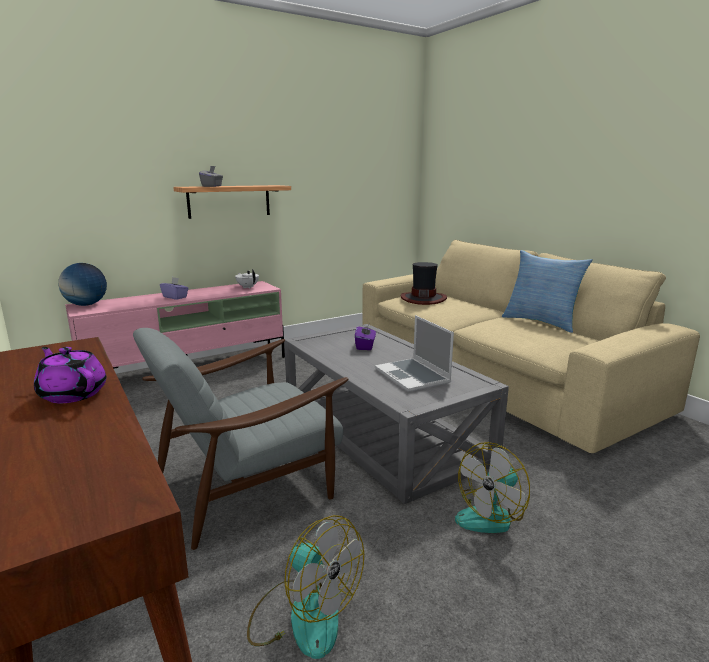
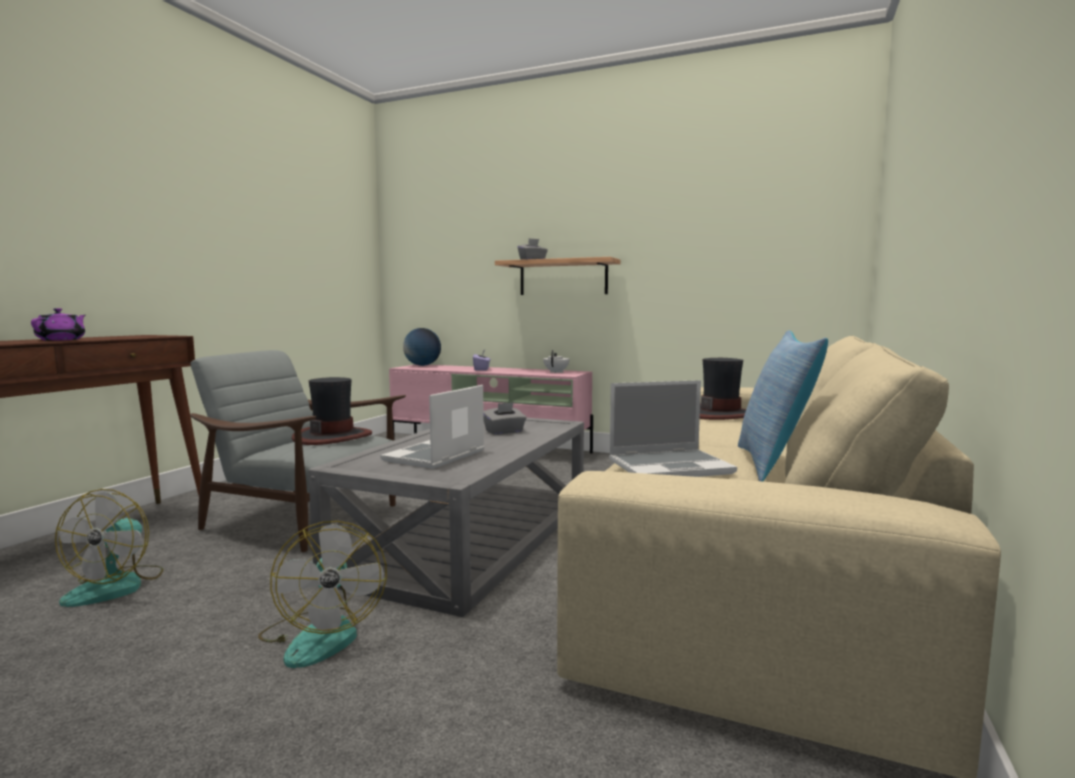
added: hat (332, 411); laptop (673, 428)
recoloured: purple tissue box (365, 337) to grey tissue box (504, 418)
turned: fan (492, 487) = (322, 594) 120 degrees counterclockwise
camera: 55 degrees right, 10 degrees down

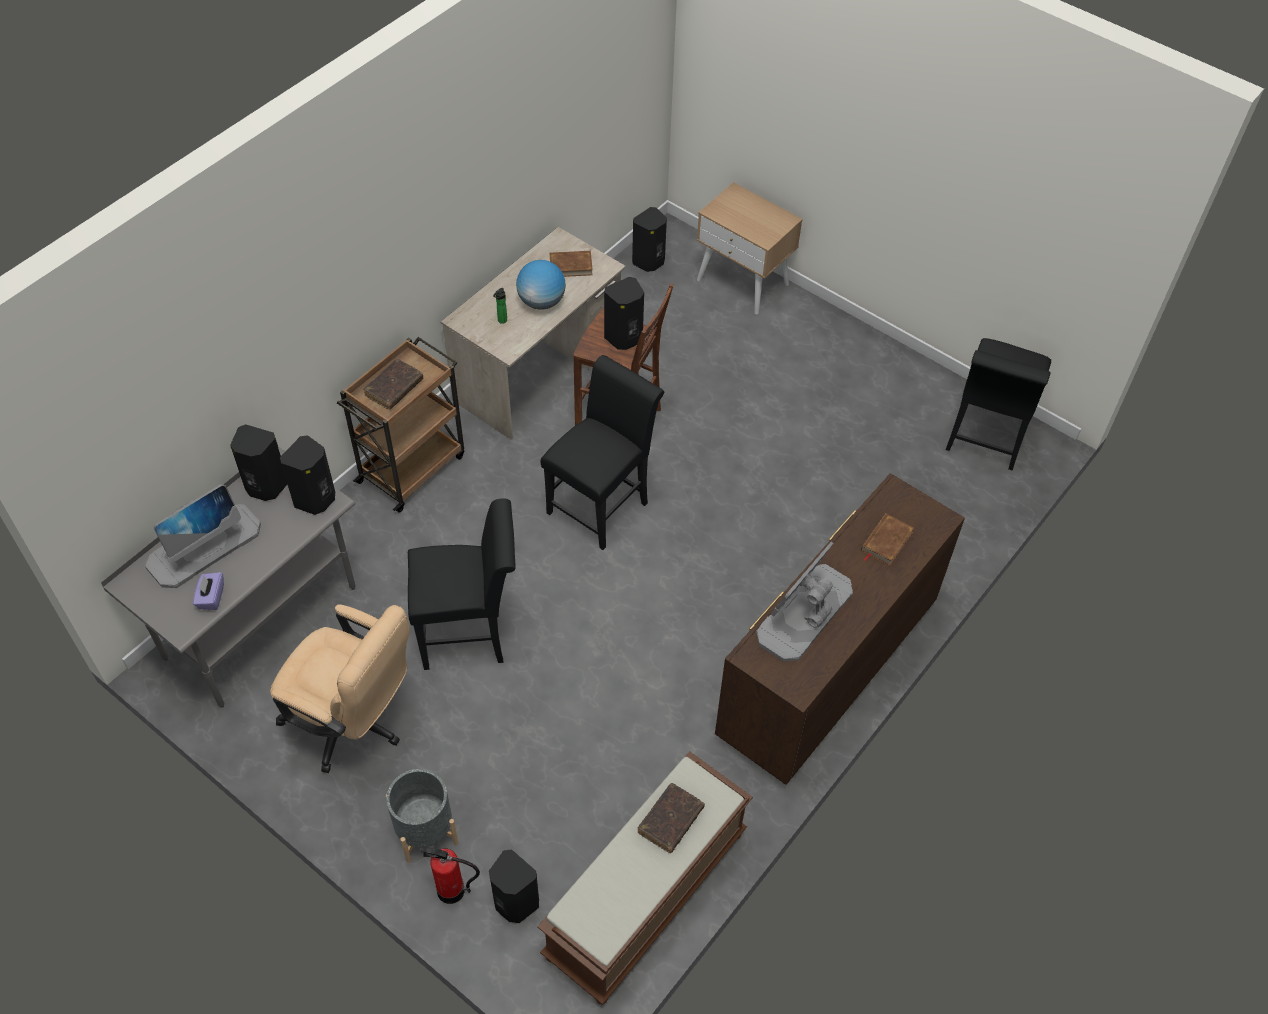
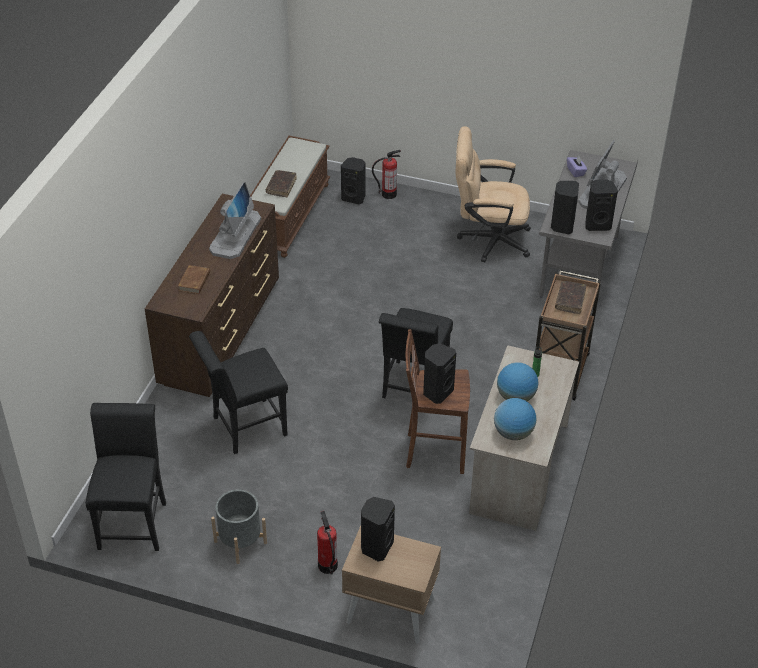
added: fire extinguisher (327, 543)
moved: grey planter (422, 816) to (239, 526); black chair (462, 584) to (238, 392); black speaker (649, 239) to (378, 529)
replaced: brown book (571, 264) to globe (515, 419)
camera: 160 degrees right, 10 degrees down

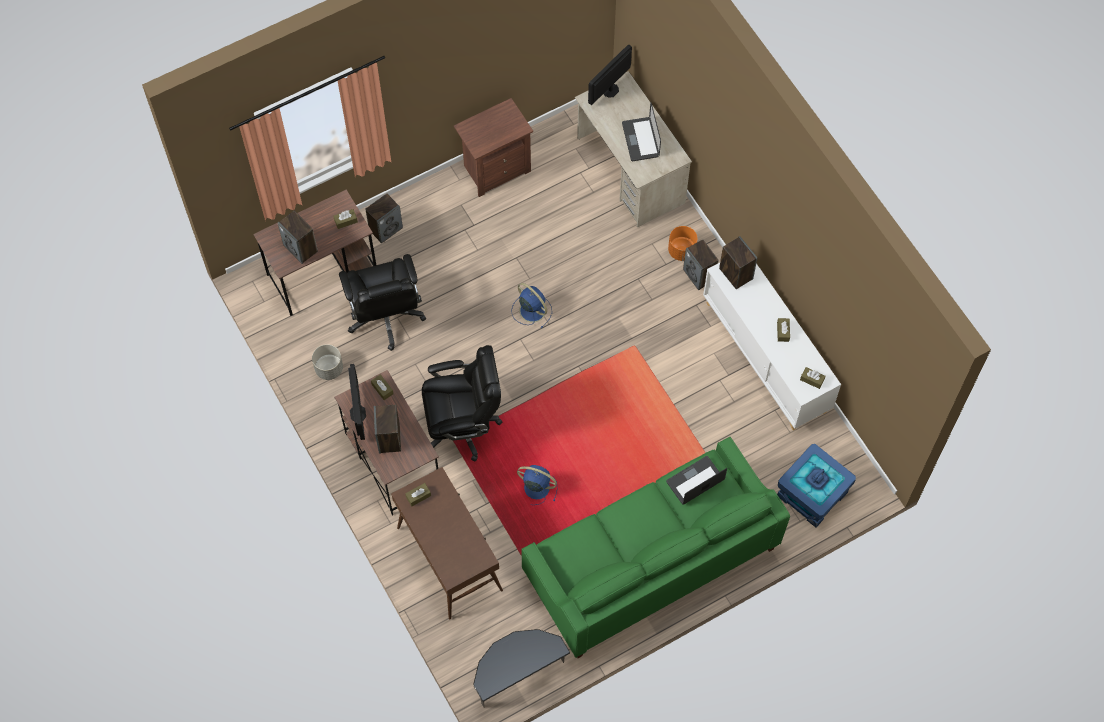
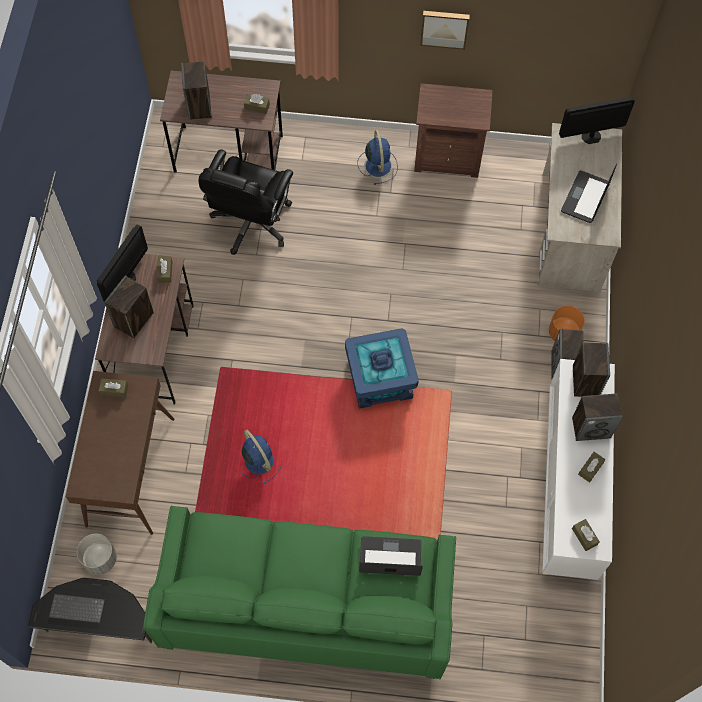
removed: black office chair (462, 403)
added: keyboard (77, 608); picture (445, 30)
moved: grey planter (327, 362) to (97, 554); speaker (384, 218) to (597, 417); blue fan (531, 305) to (377, 157); blue storage box (816, 486) to (382, 368)
camera: 35 degrees right, 0 degrees up

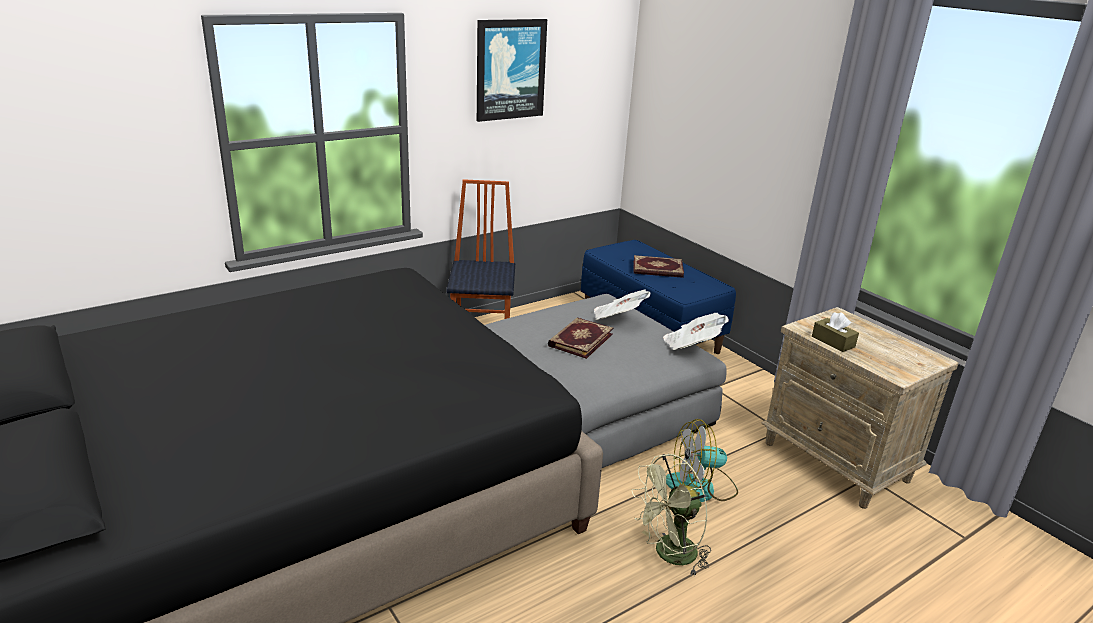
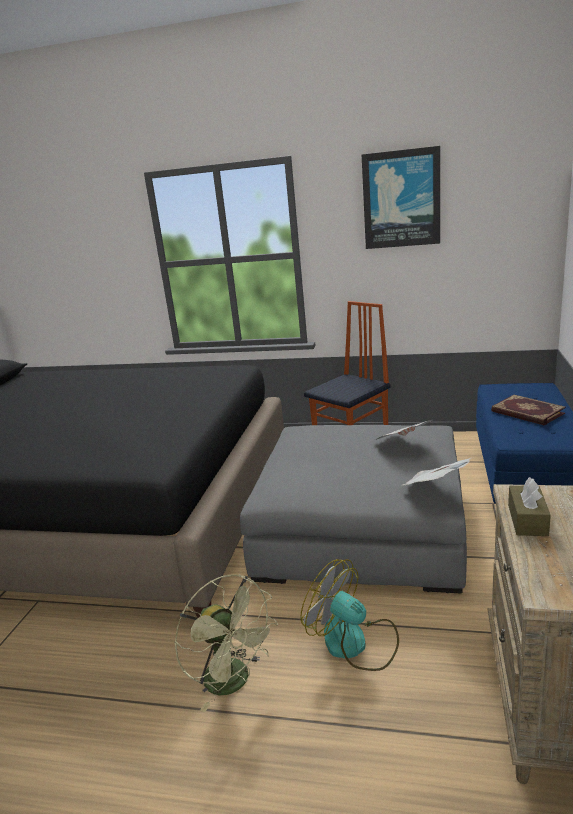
removed: book (580, 338)
turned: green fan (671, 515) = (226, 643) 150 degrees counterclockwise
camera: 50 degrees right, 5 degrees down

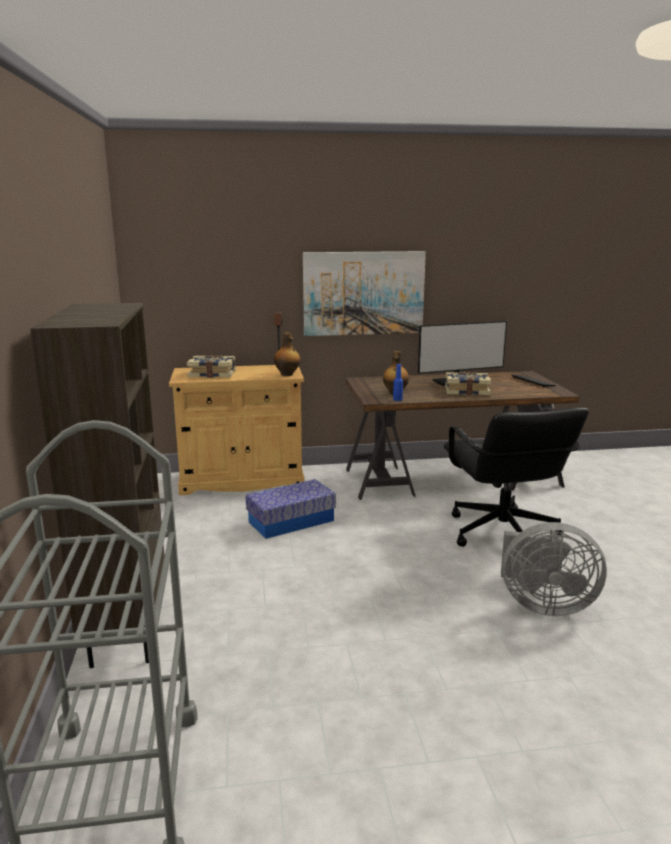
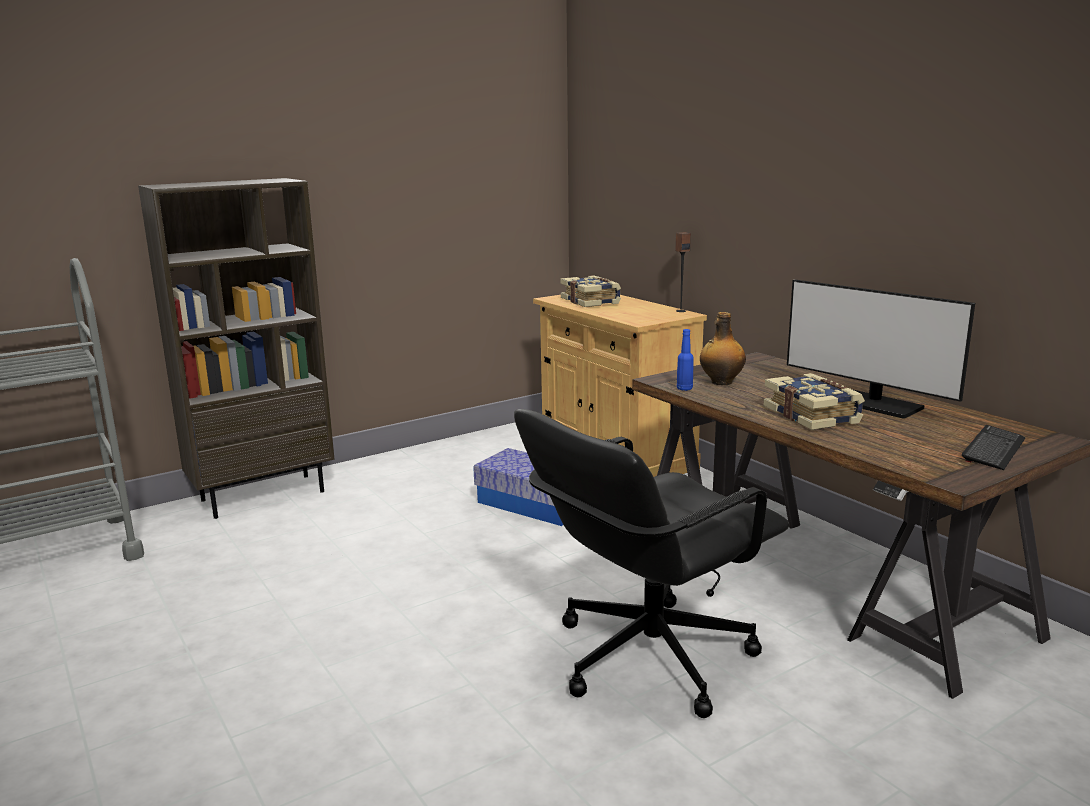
removed: bottle (287, 354); picture (364, 293); grey fan (554, 569)
camera: 65 degrees right, 0 degrees up

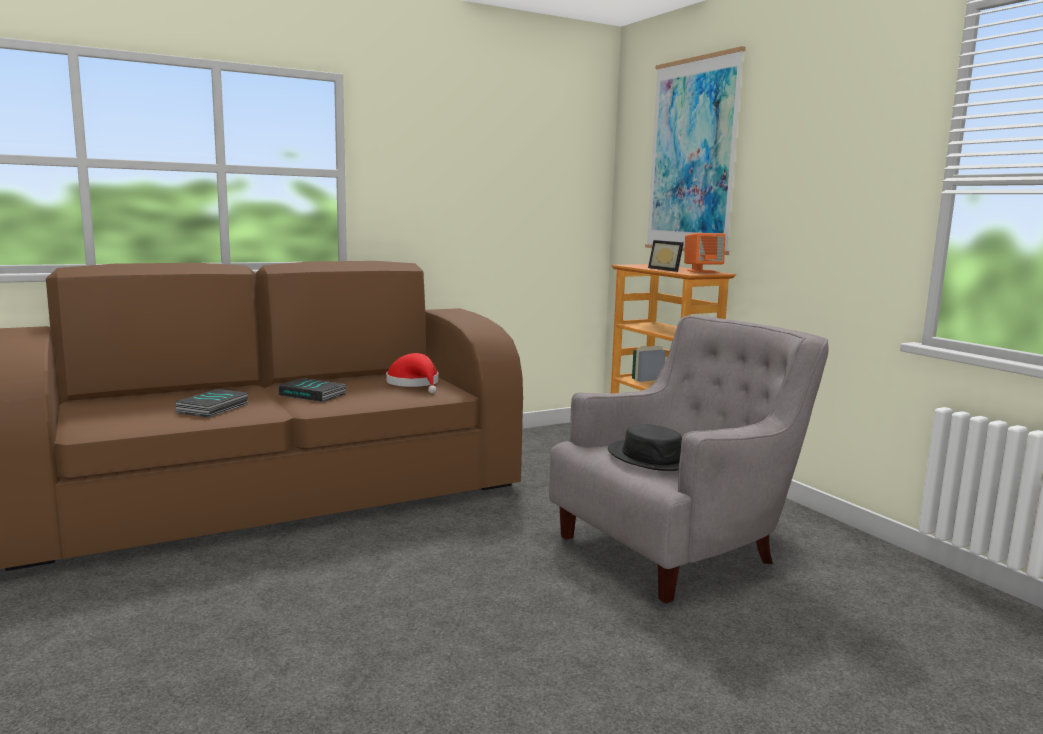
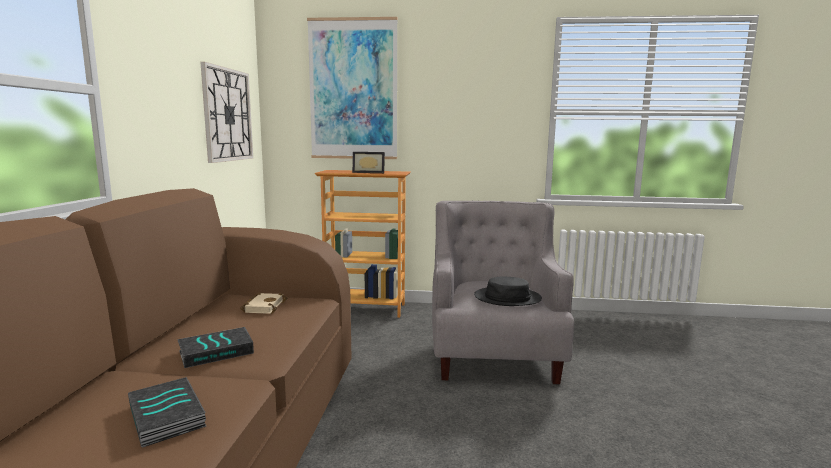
removed: orange speaker (704, 253)
added: wall clock (226, 112)
replaced: red hat (412, 373) to beige book (263, 303)
camera: 55 degrees left, 0 degrees up

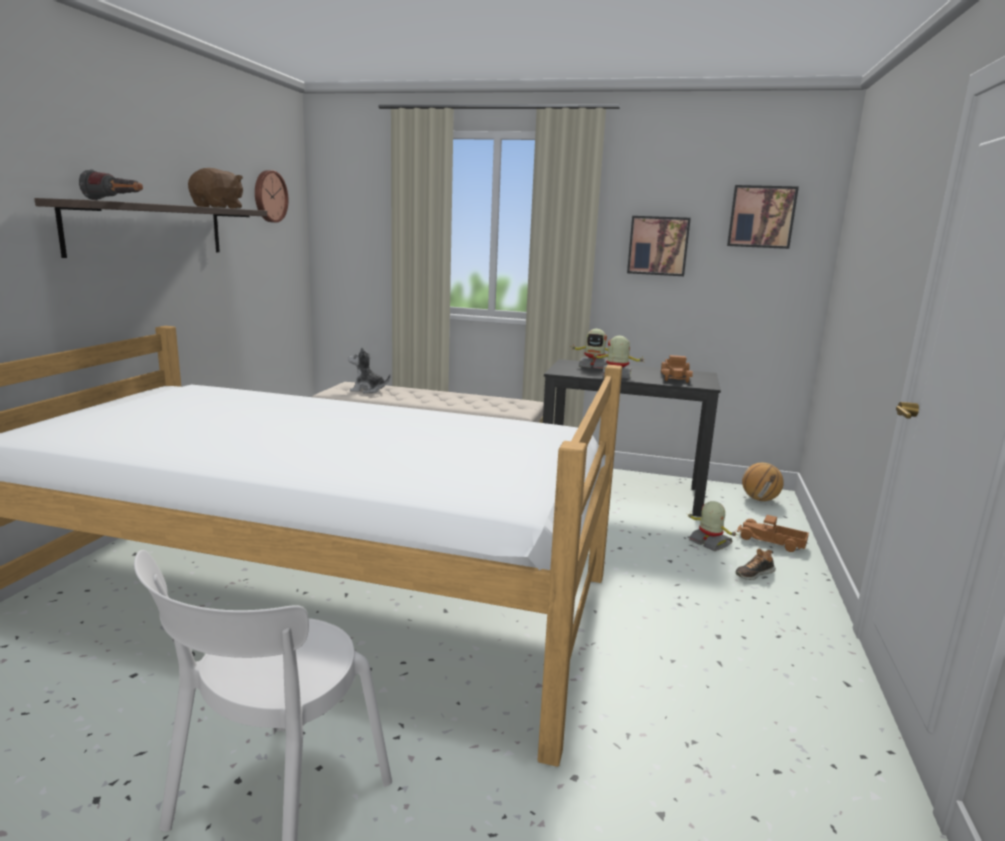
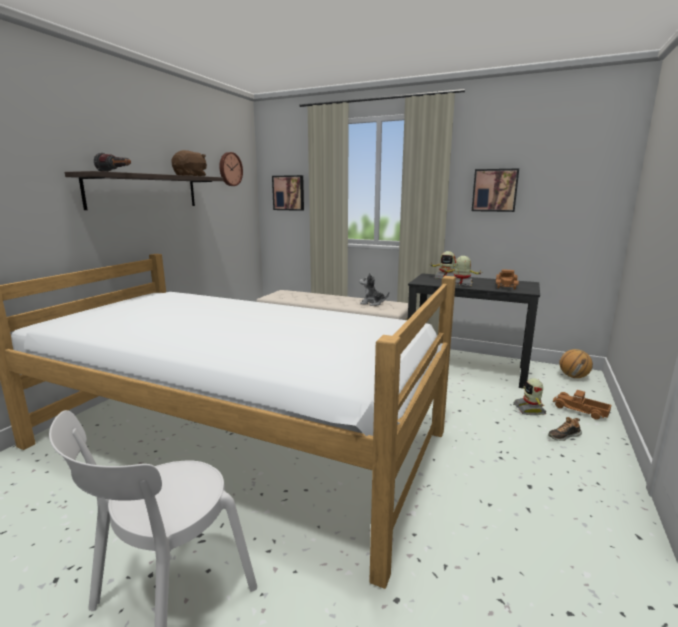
moved: plush toy (369, 370) to (374, 289); picture (763, 217) to (288, 193)
turned: toy robot (711, 526) = (530, 396) 150 degrees counterclockwise
camera: 10 degrees right, 0 degrees up

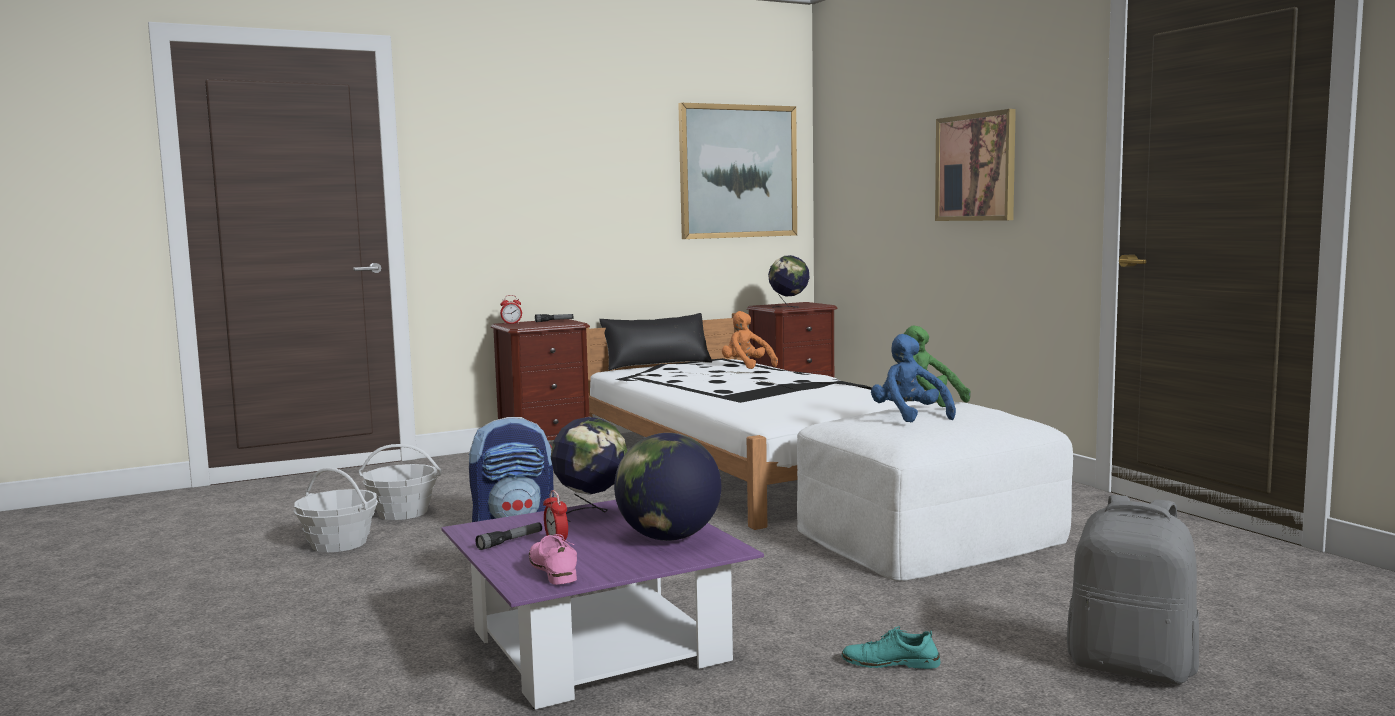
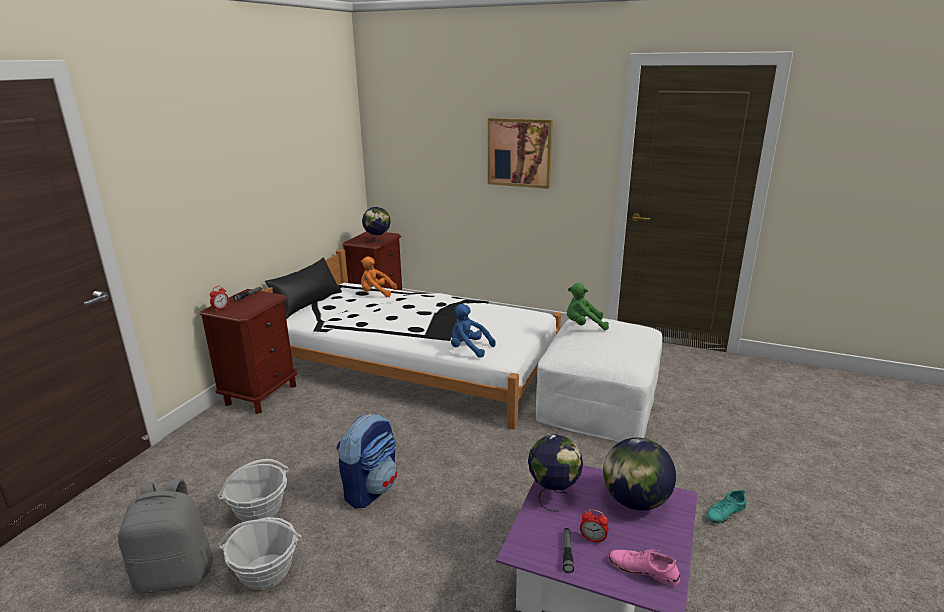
removed: picture (737, 171)
moved: blue plush toy (913, 378) to (473, 331); grey backpack (1133, 589) to (165, 536)
camera: 40 degrees left, 15 degrees up

